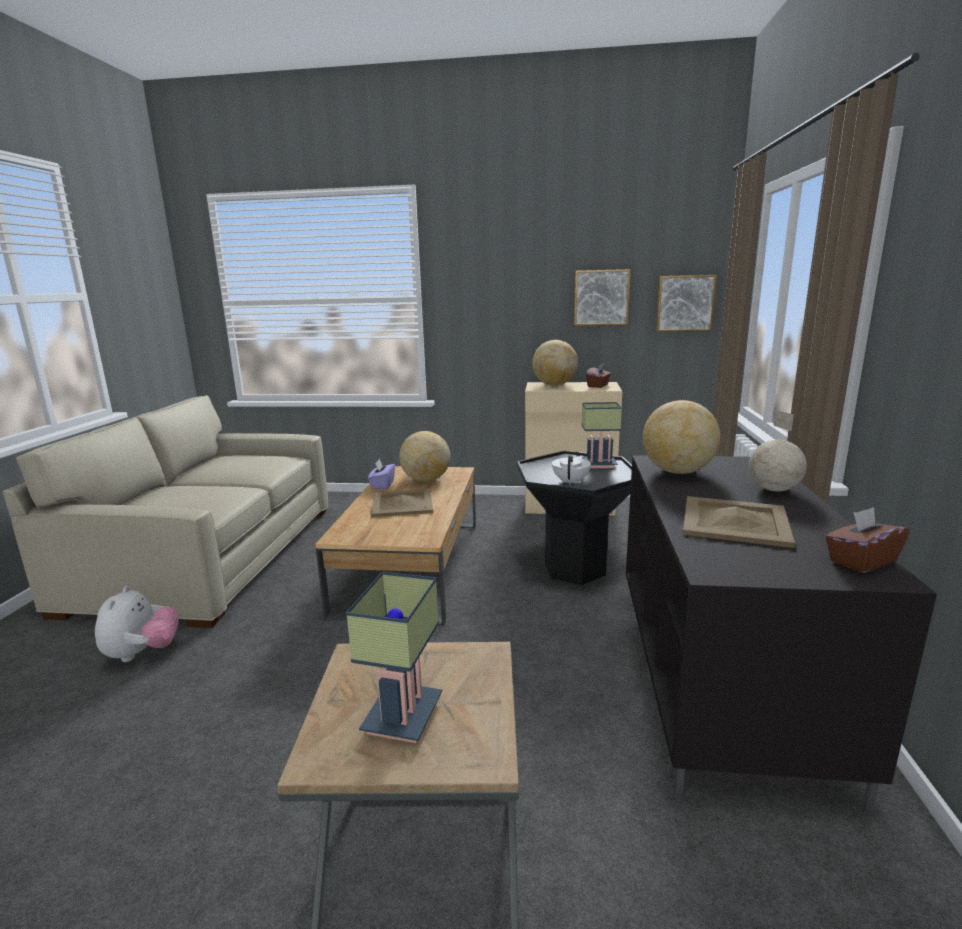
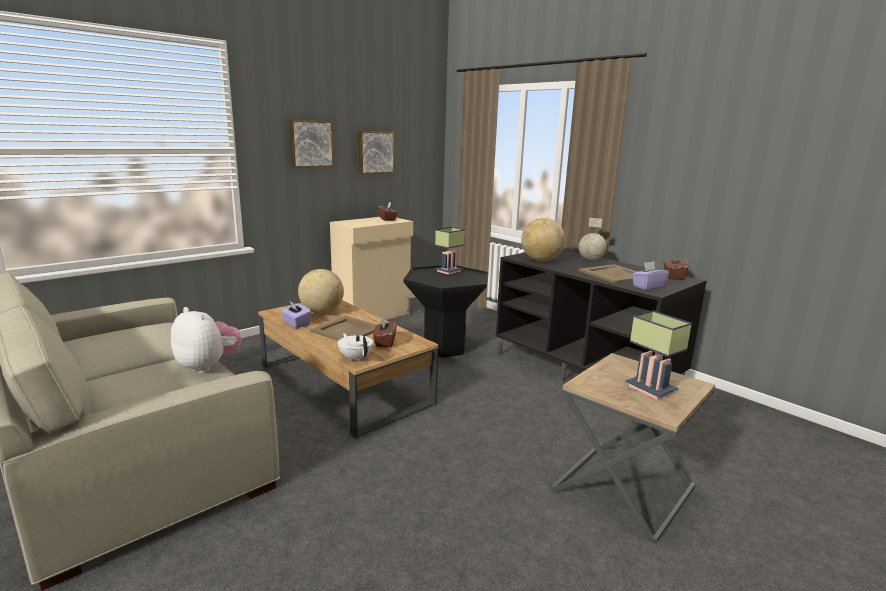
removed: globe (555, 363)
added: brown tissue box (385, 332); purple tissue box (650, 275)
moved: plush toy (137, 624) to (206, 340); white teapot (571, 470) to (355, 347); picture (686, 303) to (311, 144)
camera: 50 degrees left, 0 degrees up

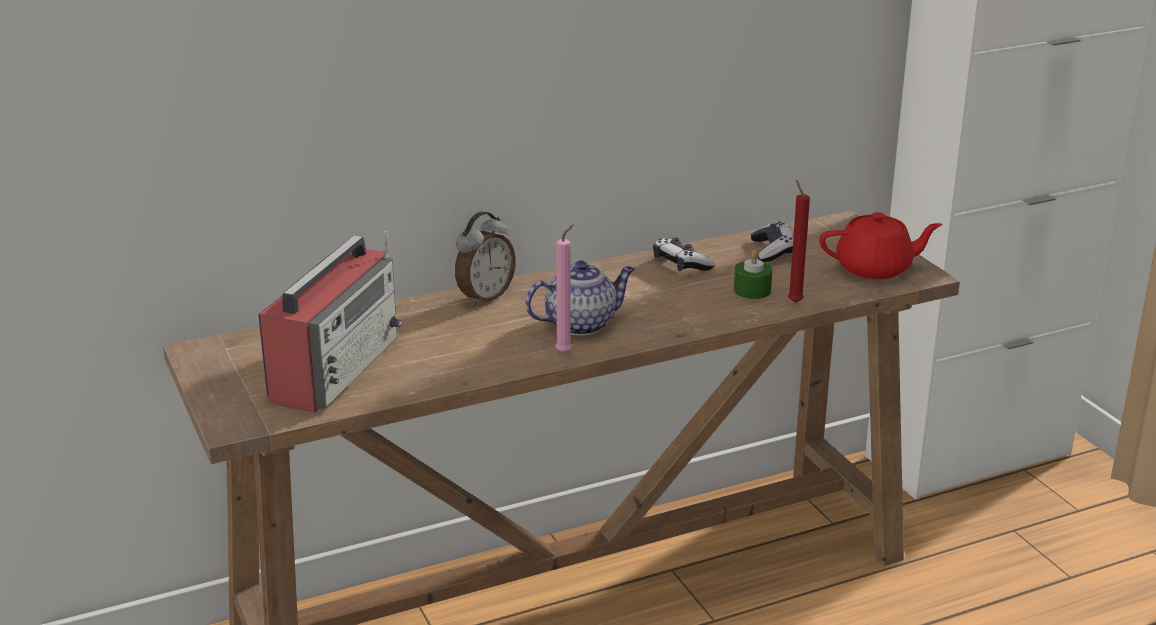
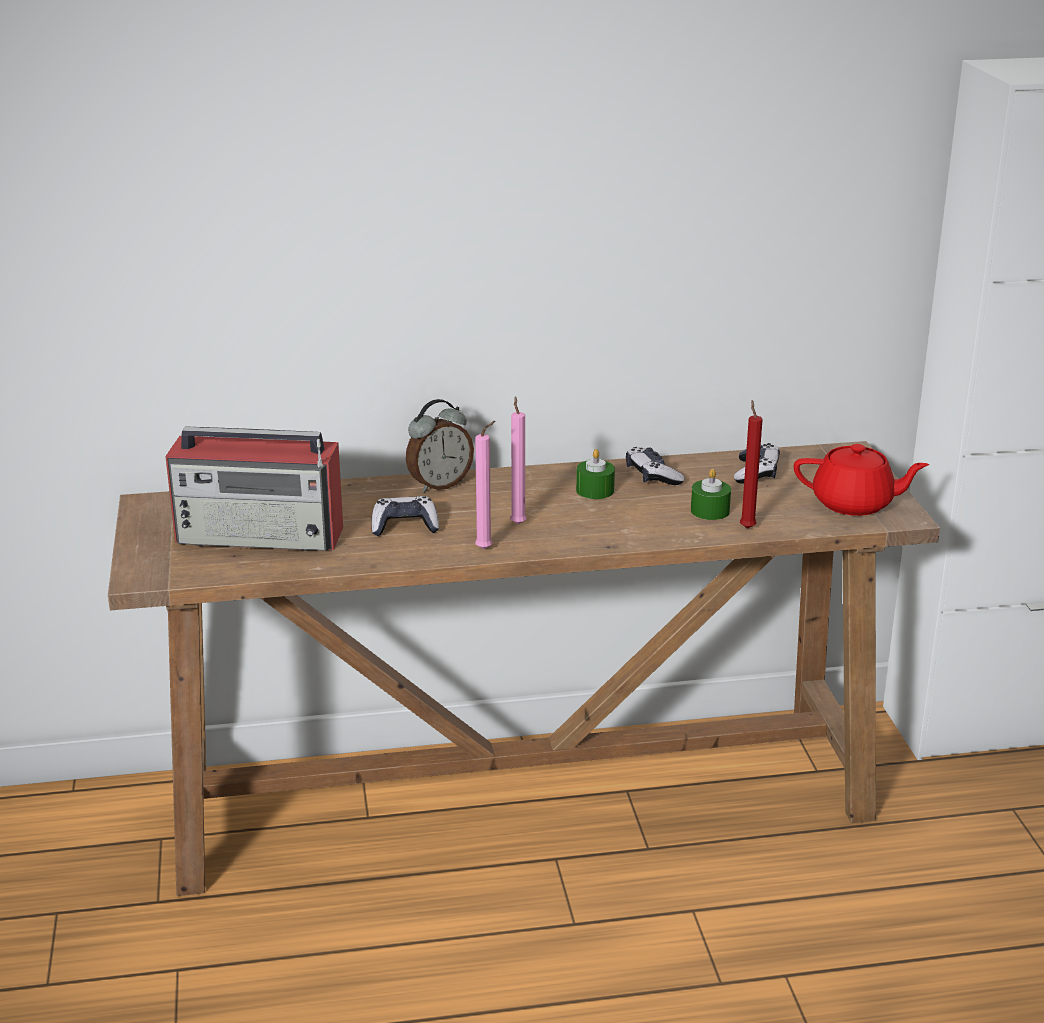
added: game controller (405, 516); green candle (595, 474)
replaced: teapot (580, 298) to pink candle (518, 460)
turned: radio (330, 322) = (254, 488) 60 degrees clockwise
camera: 15 degrees right, 0 degrees up

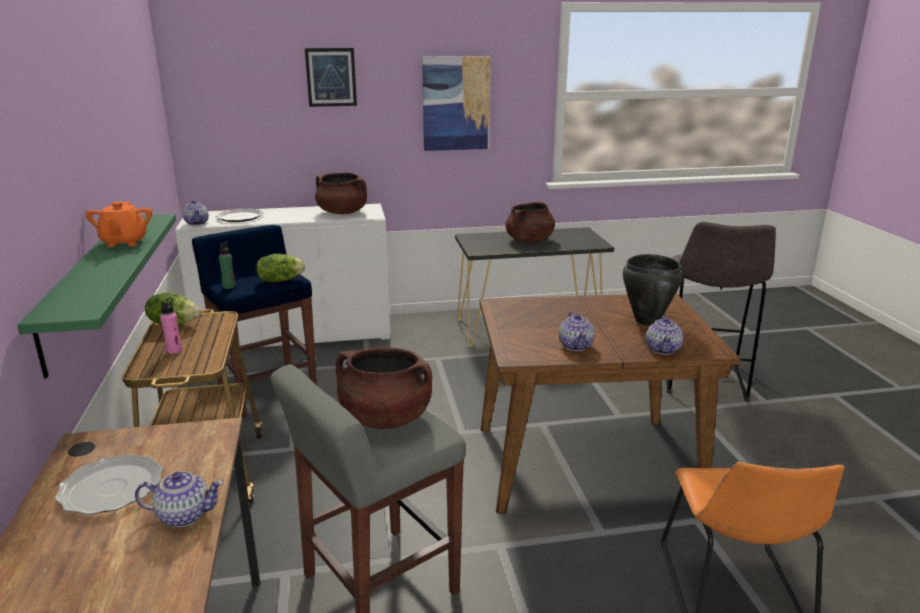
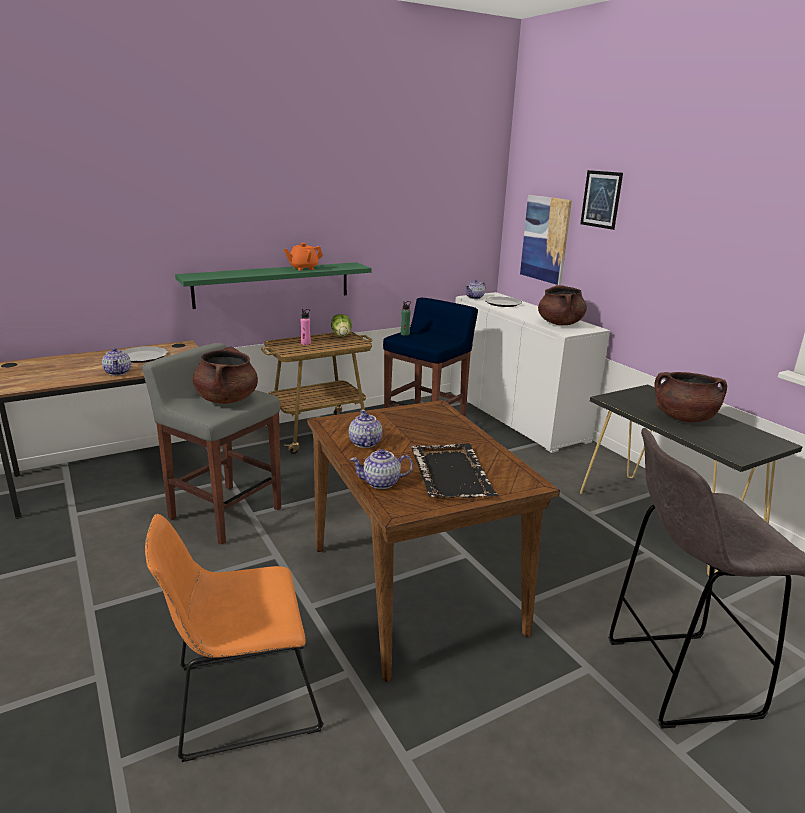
removed: lettuce (281, 268)
moved: picture (456, 103) to (546, 240)
replaced: black cooking pot (653, 290) to black tray (455, 471)
turned: teapot (577, 331) = (365, 429) 105 degrees clockwise
camera: 70 degrees right, 0 degrees up

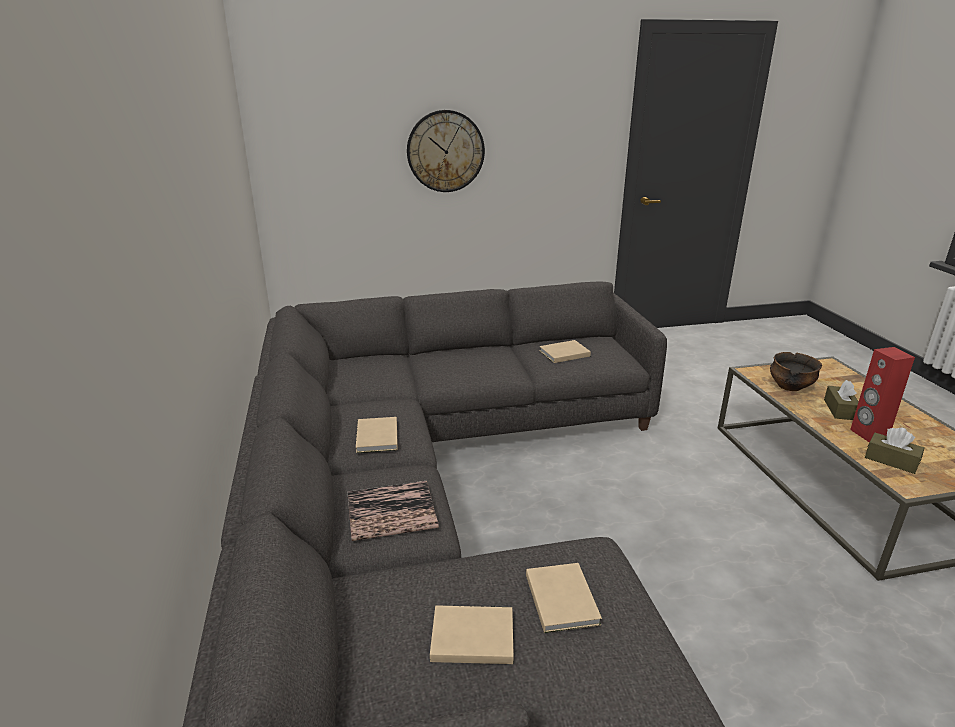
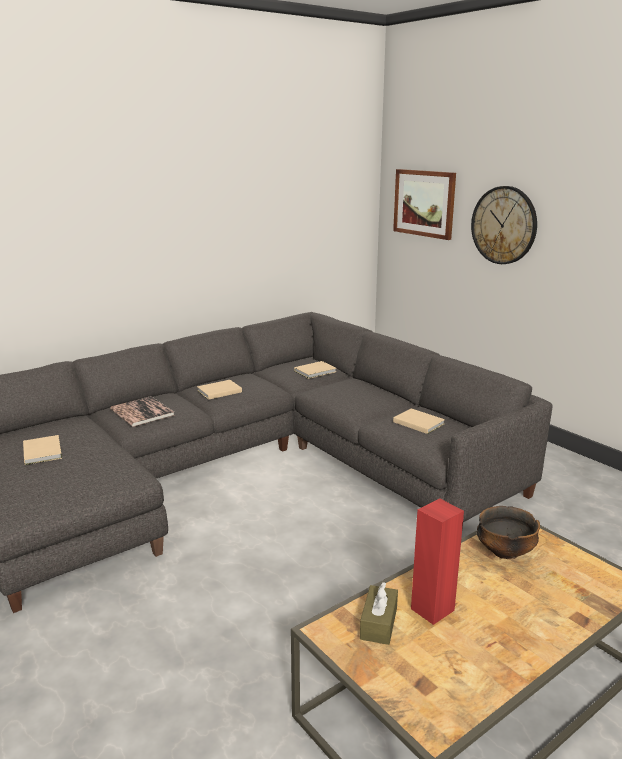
removed: brown tissue box (841, 400)
added: picture (424, 204)
moved: beige book (564, 598) to (315, 370)
camera: 65 degrees right, 5 degrees down

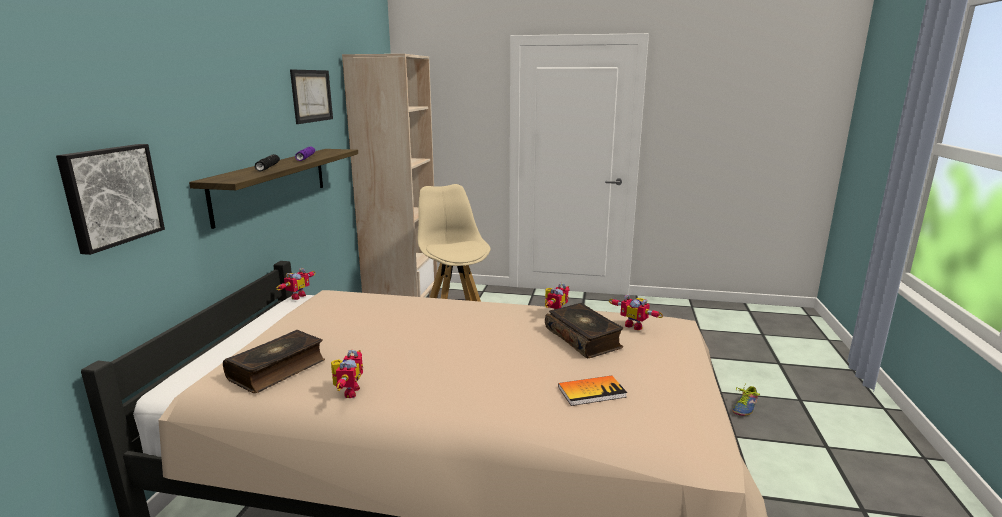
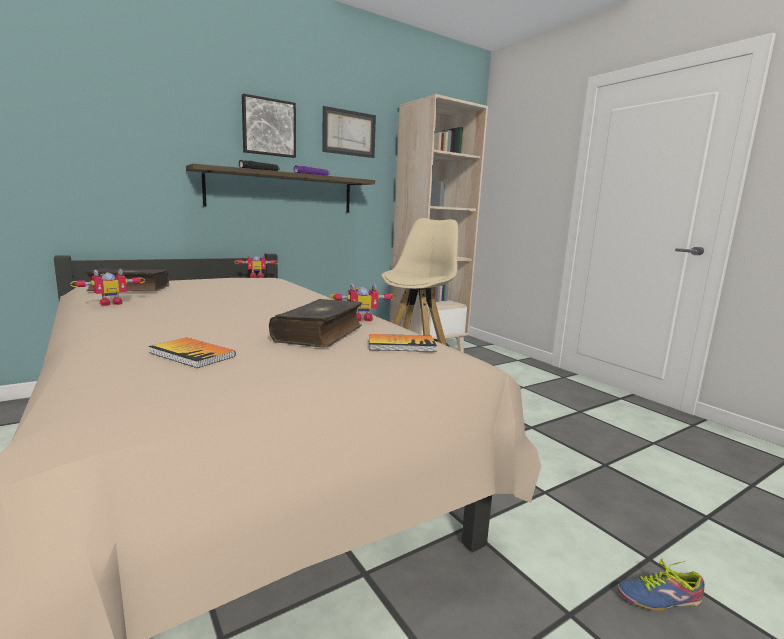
moved: picture (110, 199) to (269, 126)
replaced: toy robot (636, 312) to book (403, 343)
camera: 45 degrees right, 5 degrees down

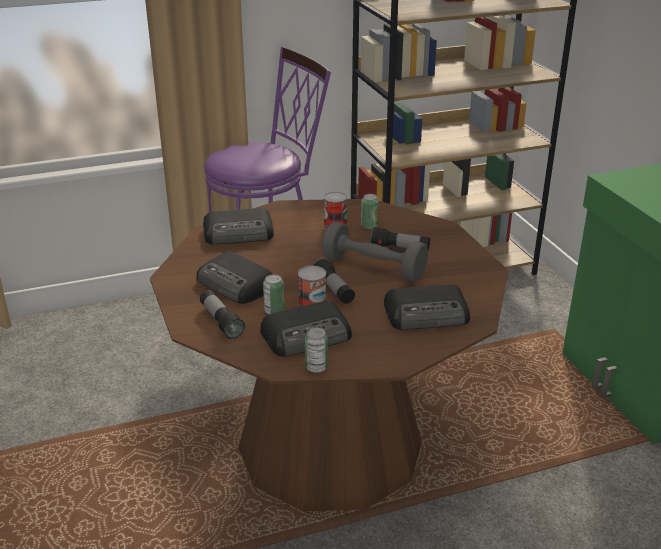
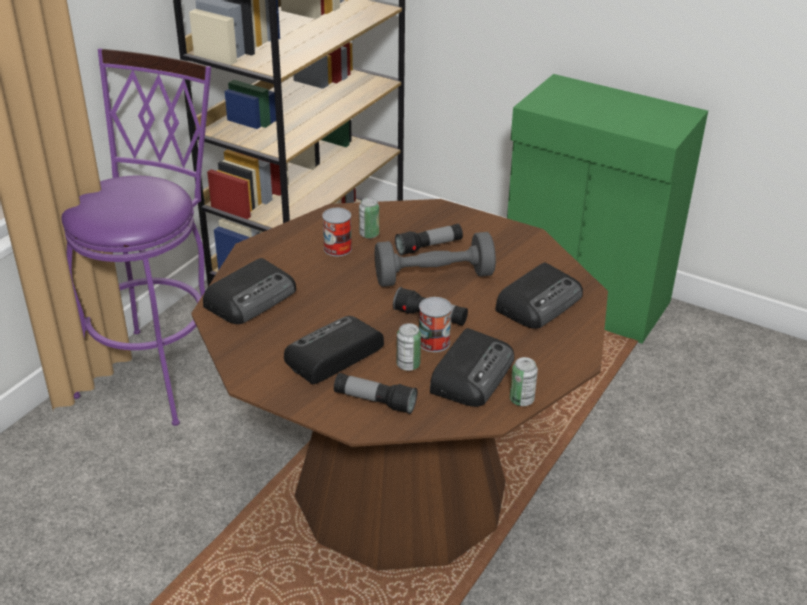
turned: radio (234, 277) = (334, 350) 135 degrees clockwise
camera: 40 degrees left, 5 degrees up

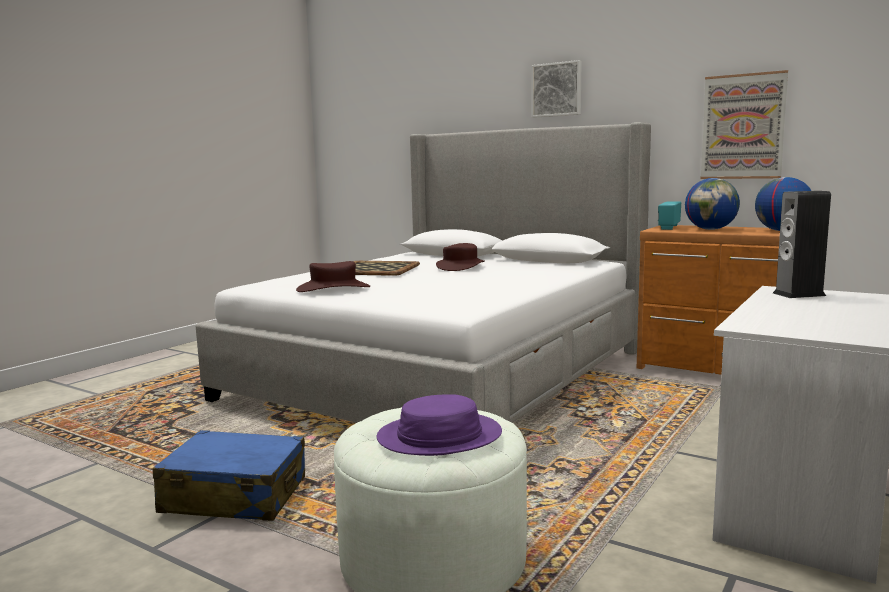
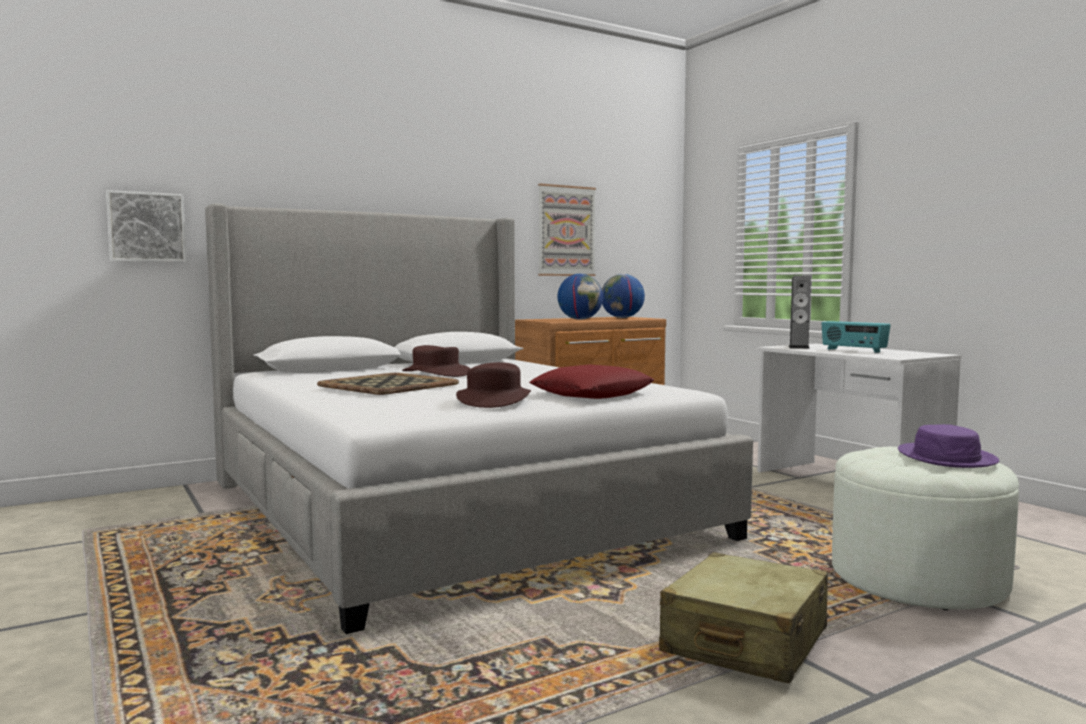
added: red pillow (591, 381)
moved: picture (556, 89) to (146, 226); radio (669, 215) to (856, 337)
recoloured: blue suitcase (229, 475) to beige suitcase (743, 617)
camera: 65 degrees left, 5 degrees down

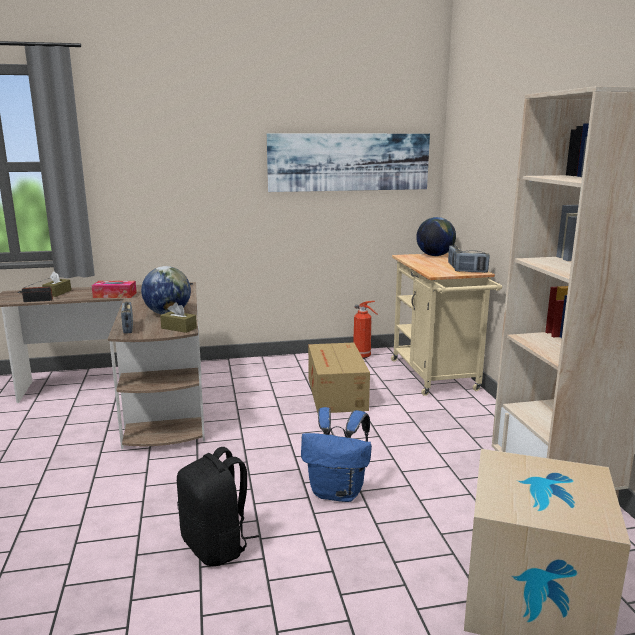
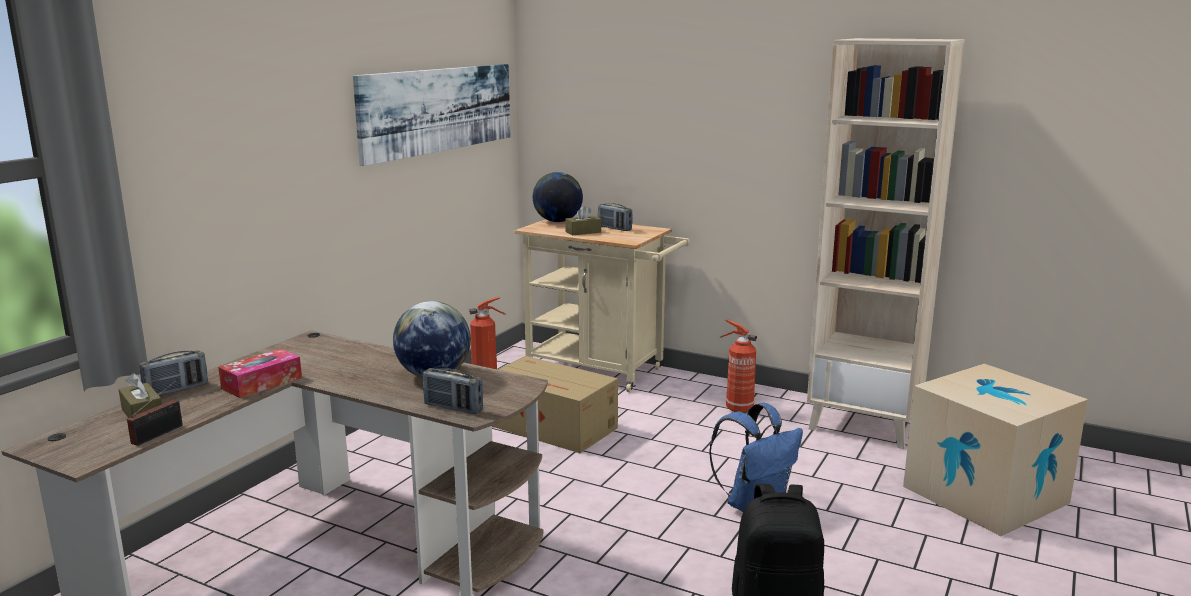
added: fire extinguisher (738, 366)
moved: brown tissue box (178, 317) to (583, 221); radio (472, 261) to (174, 373)
camera: 50 degrees left, 0 degrees up

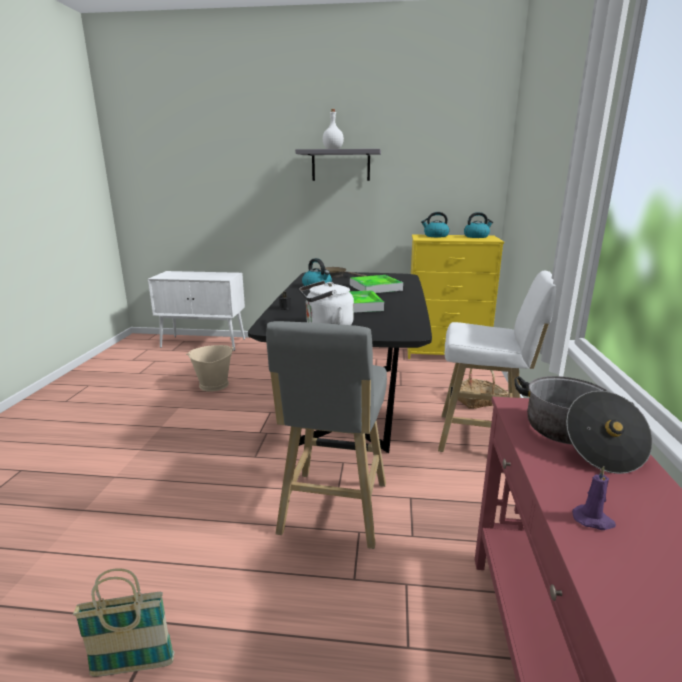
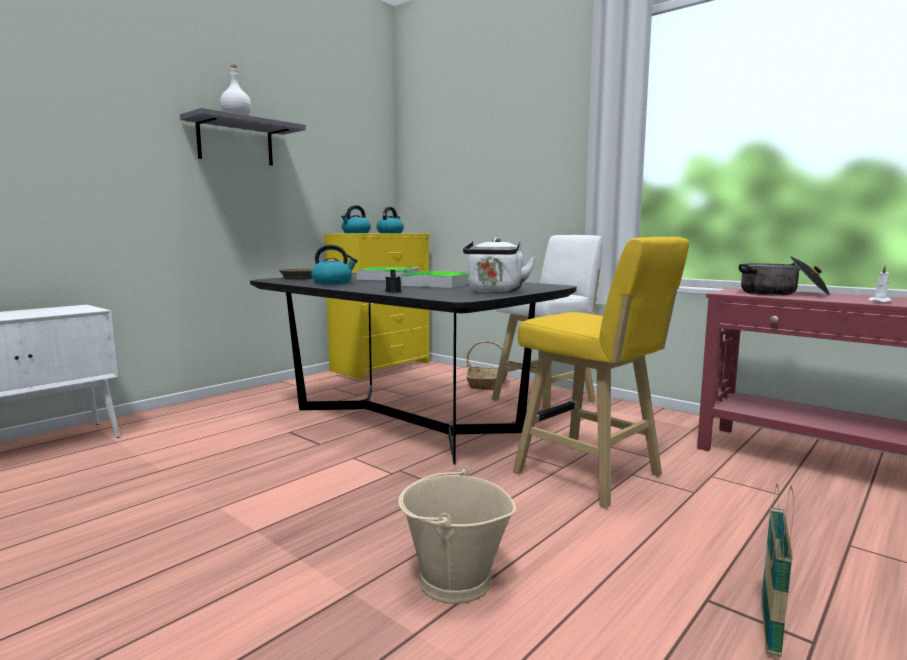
moved: beige bucket (210, 368) to (457, 534)
recoloured: grey stool (326, 435) to yellow stool (601, 372); purple candle (594, 498) to white candle (880, 284)
camera: 55 degrees left, 10 degrees down

